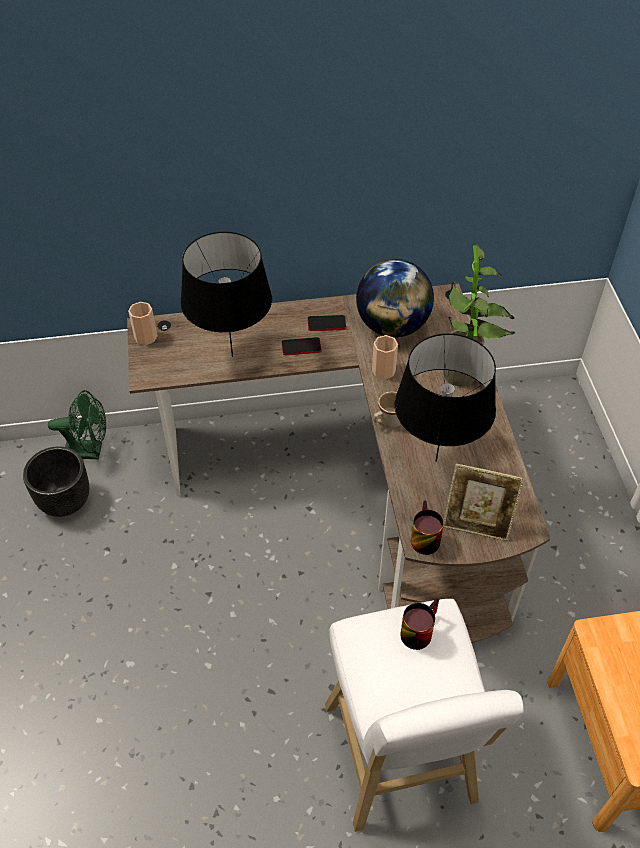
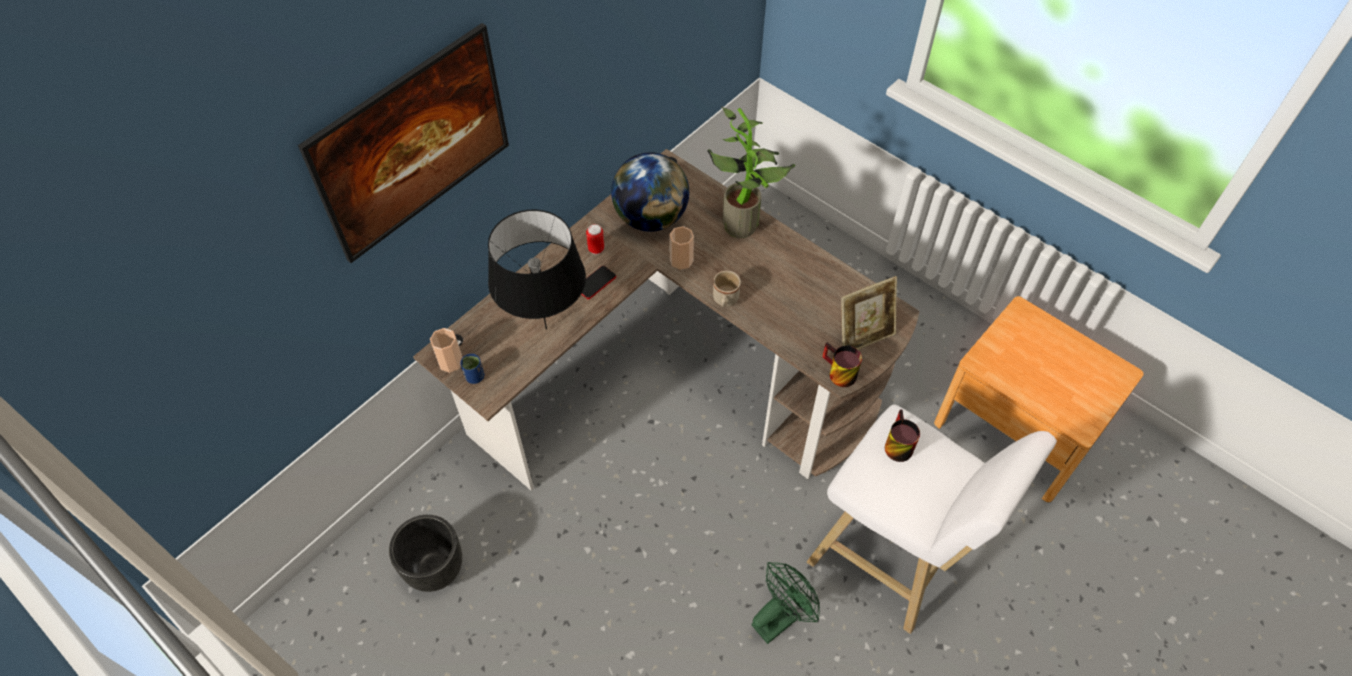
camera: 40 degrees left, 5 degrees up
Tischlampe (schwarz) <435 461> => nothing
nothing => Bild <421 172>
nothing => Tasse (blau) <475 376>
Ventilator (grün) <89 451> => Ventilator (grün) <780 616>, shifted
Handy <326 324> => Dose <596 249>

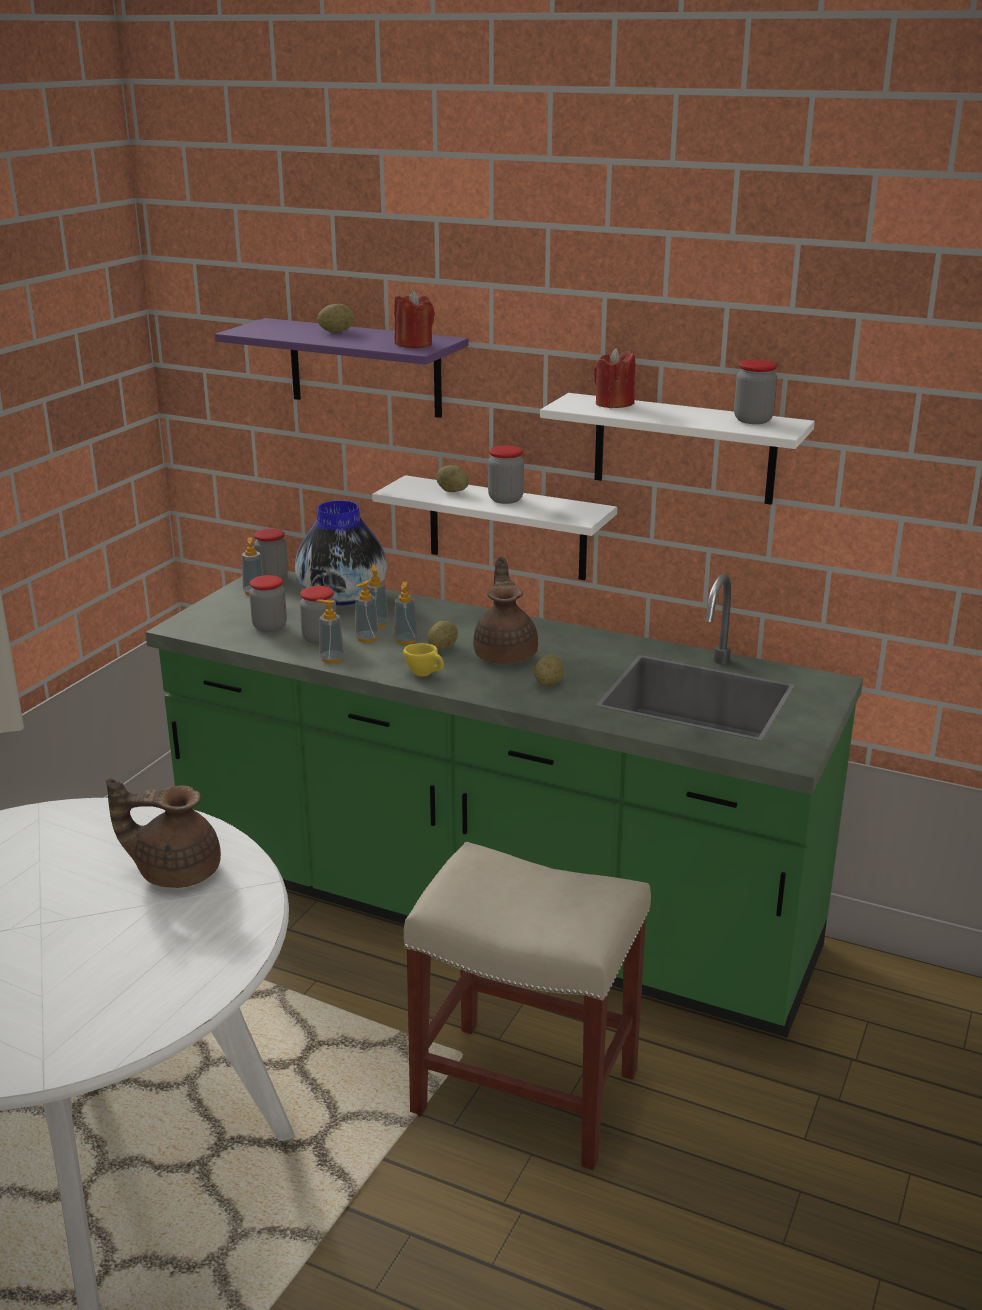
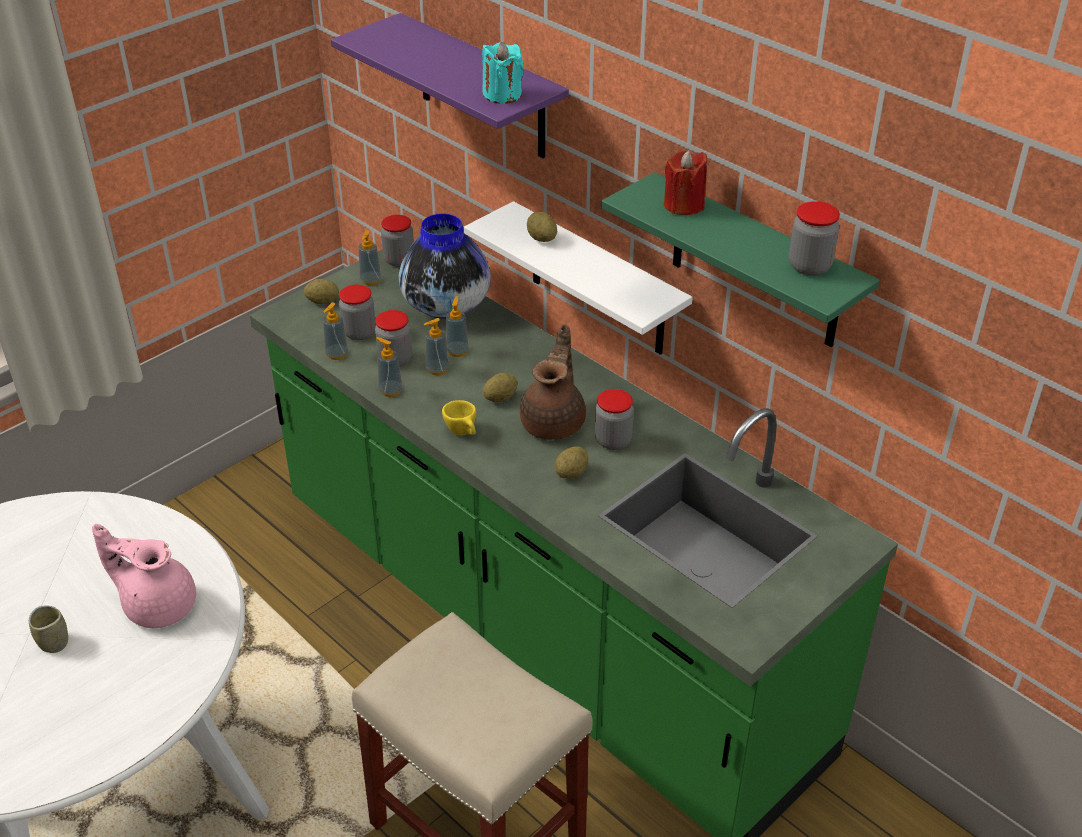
camera: 20 degrees right, 15 degrees up
nothing => Tasse <54 643>
Kartoffel <337 332> => Kartoffel <322 301>, shifted
Seifenspender <406 641> => Seifenspender <337 354>, shifted
Vorratsglas <505 499> => Vorratsglas <613 440>, shifted
Teekanne (braun) <175 871> => Teekanne (rosa) <158 604>
Kerze (rot) <414 344> => Kerze (türkis) <502 95>
Wandregal (weiß) <684 449> => Wandregal (grün) <755 263>

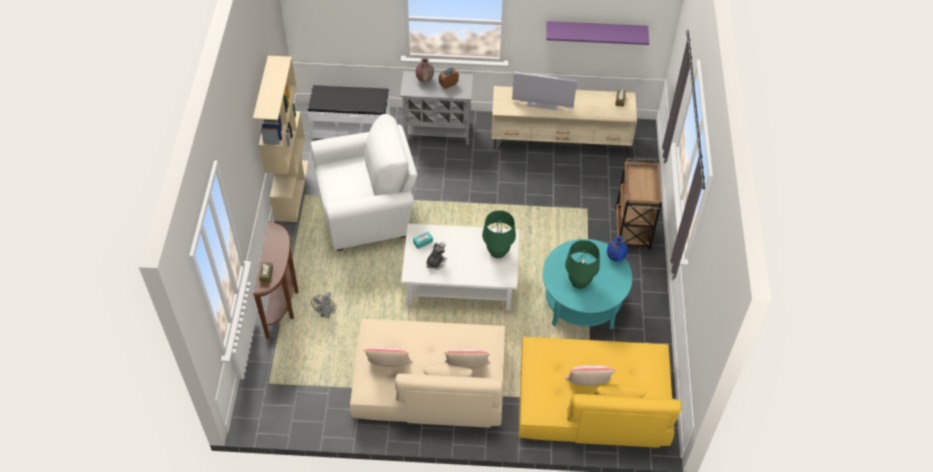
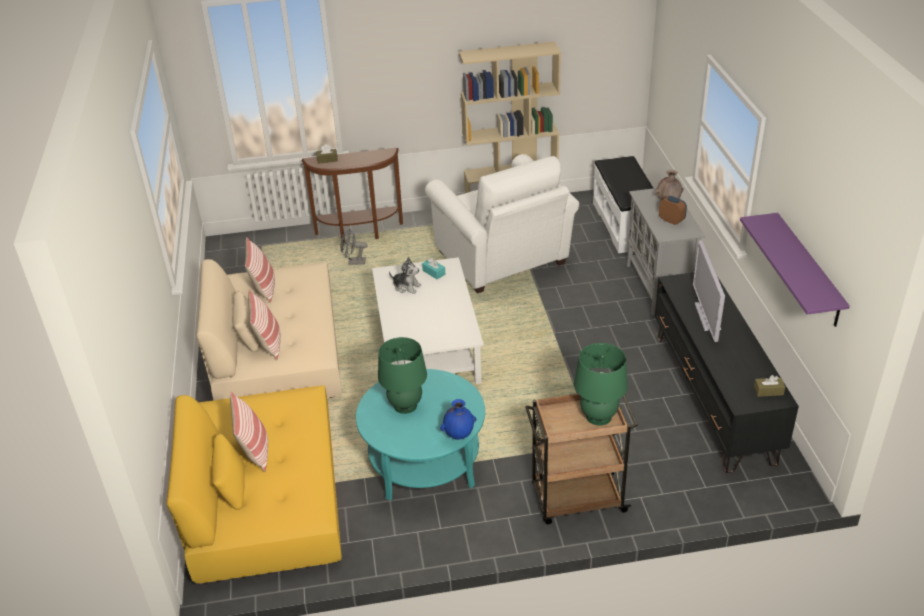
camera: 80 degrees right, 15 degrees down
Tischlampe (grün) <498 251> => Tischlampe (grün) <598 416>, shifted
Fernsehschrank (beige) <560 140> => Fernsehschrank (schwarz) <713 397>

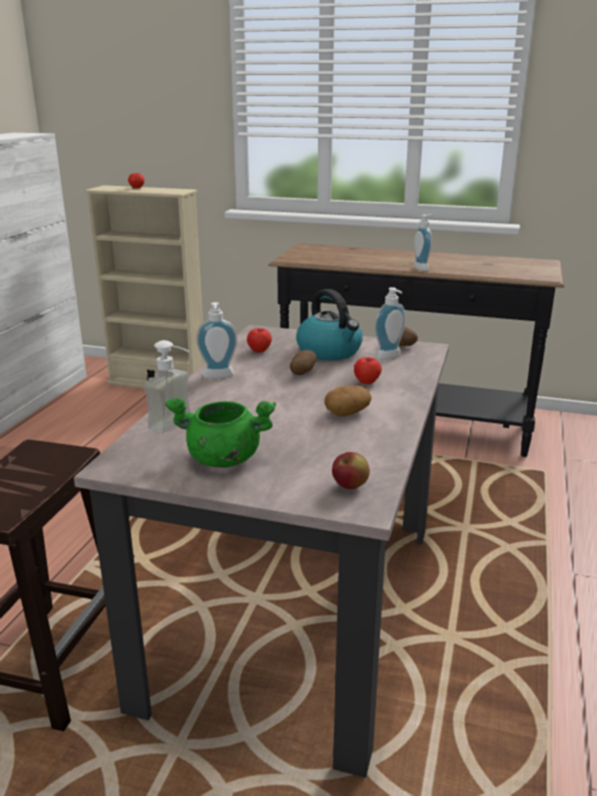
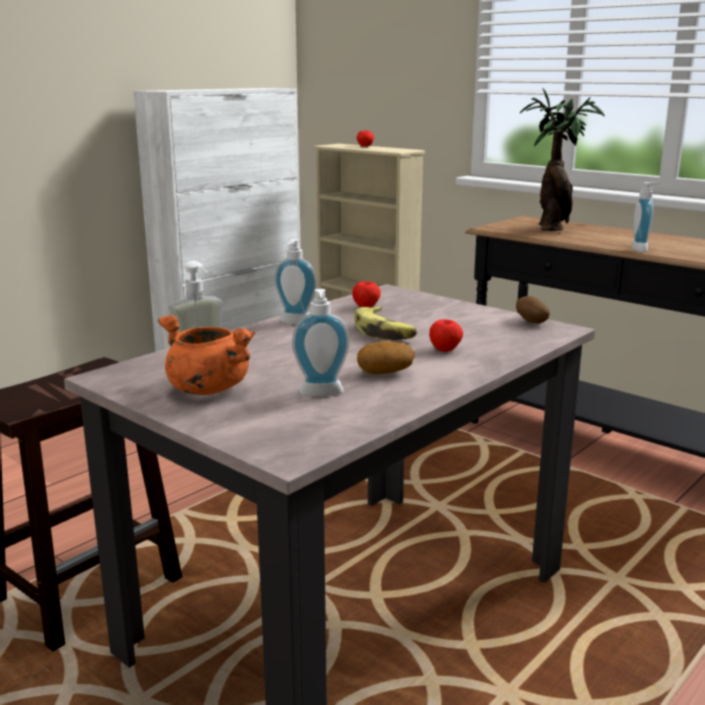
camera: 25 degrees right, 5 degrees down
Wasserkessel <330 351> => nothing
Apfel <350 486> => nothing
nothing => Topfpflanze <553 228>
Seifenspender <390 357> => Seifenspender <321 394>, shifted
Kartoffel <302 373> => Banane <384 332>
Kochtopf (grün) <222 459> => Kochtopf (orange) <206 389>

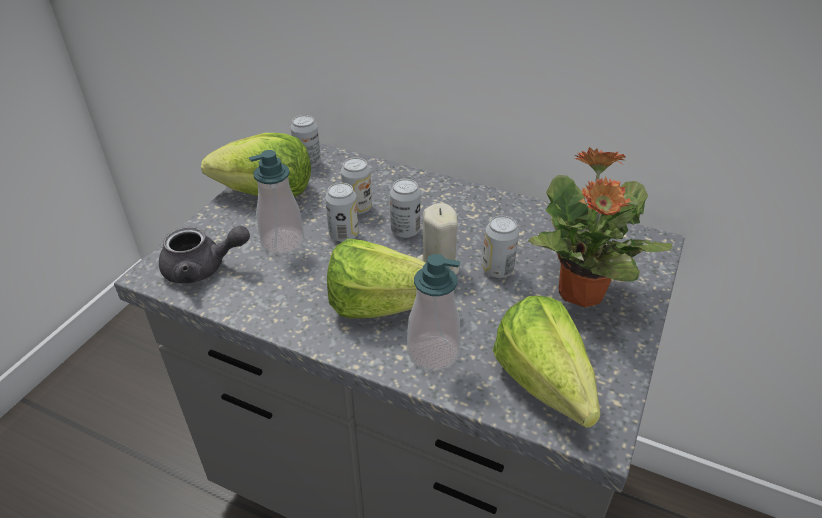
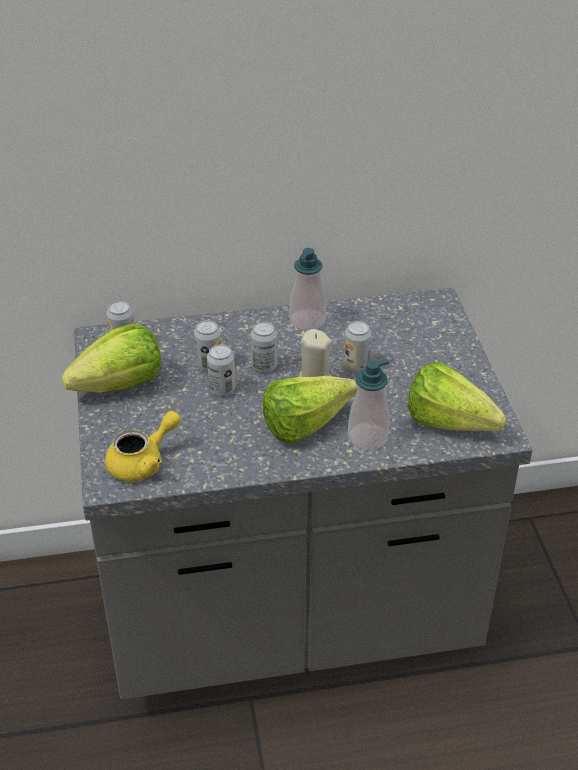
camera: 35 degrees left, 0 degrees up
Topfpflanze <580 293> => nothing
Seifenspender <282 241> => Seifenspender <307 321>, shifted
Teekanne (grau) <203 268> => Teekanne (gelb) <143 462>

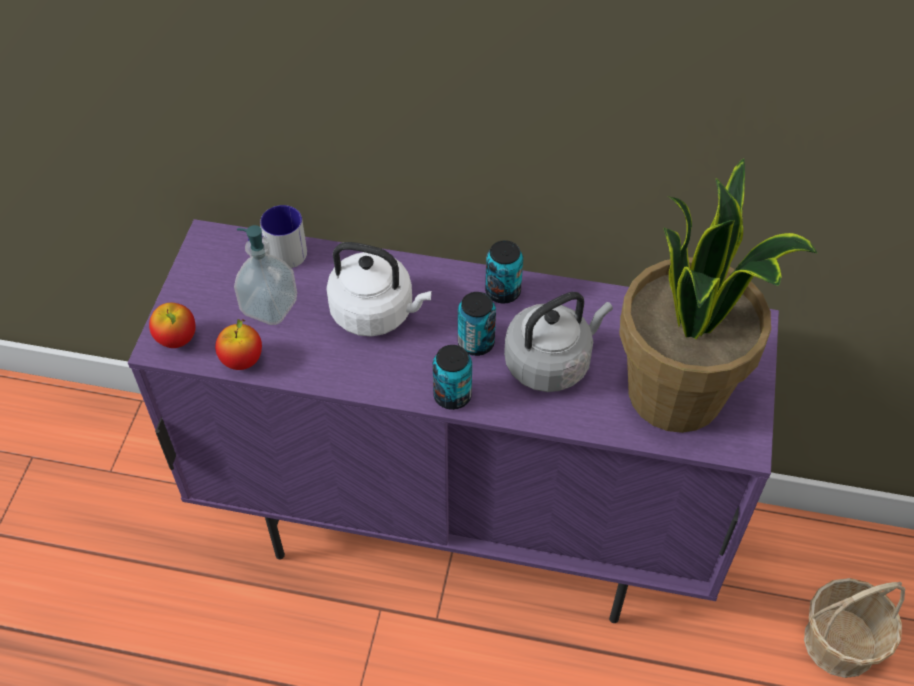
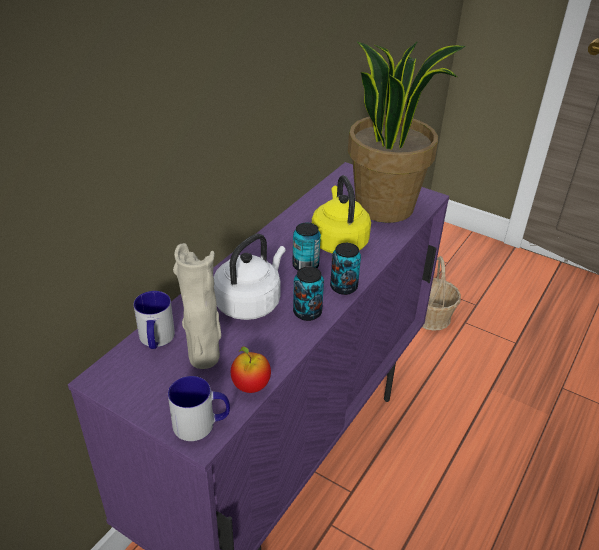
camera: 70 degrees left, 15 degrees down
Dose <503 291> => Dose <307 312>, shifted
Apfel <177 339> => Henkelbecher <201 424>
Seifenspender <269 306> => Vase (beige) <205 357>
Wasserkessel (grau) <551 362> => Wasserkessel (gelb) <338 241>

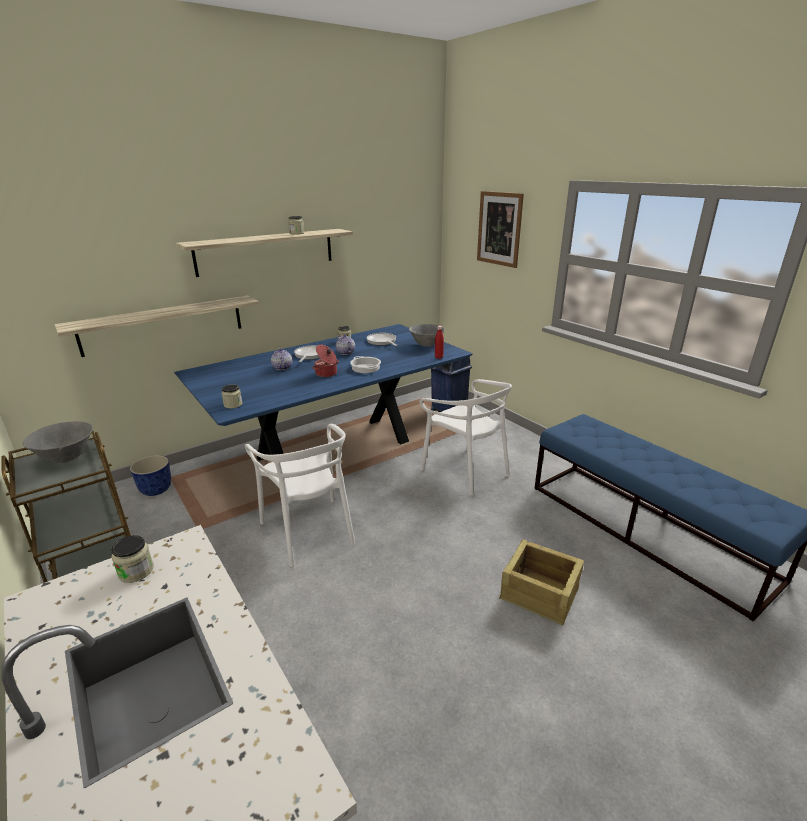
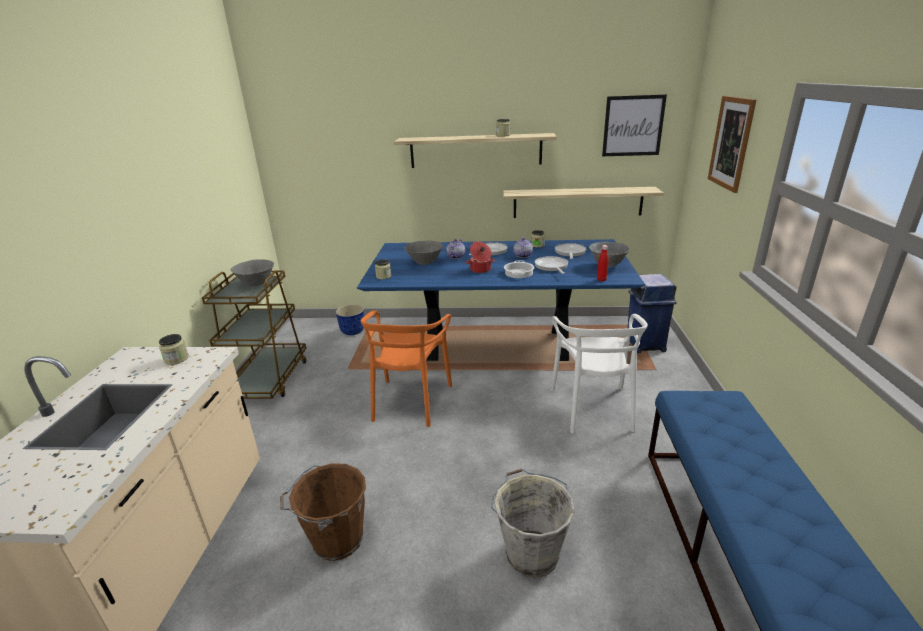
camera: 40 degrees right, 0 degrees up
nothing => Eimer (braun) <335 540>
nothing => Schüssel (grau) <425 263>
nothing => Pfanne <551 267>
nothing => Bild <633 126>
Wandregal <163 325> => Wandregal <577 202>, shifted
Kiste <540 594> => Eimer (grau) <531 552>
Stuhl (weiß) <309 531> => Stuhl (orange) <410 401>

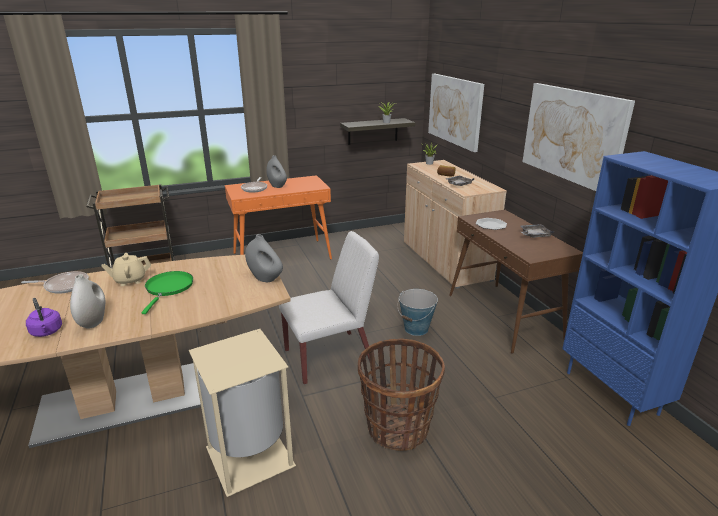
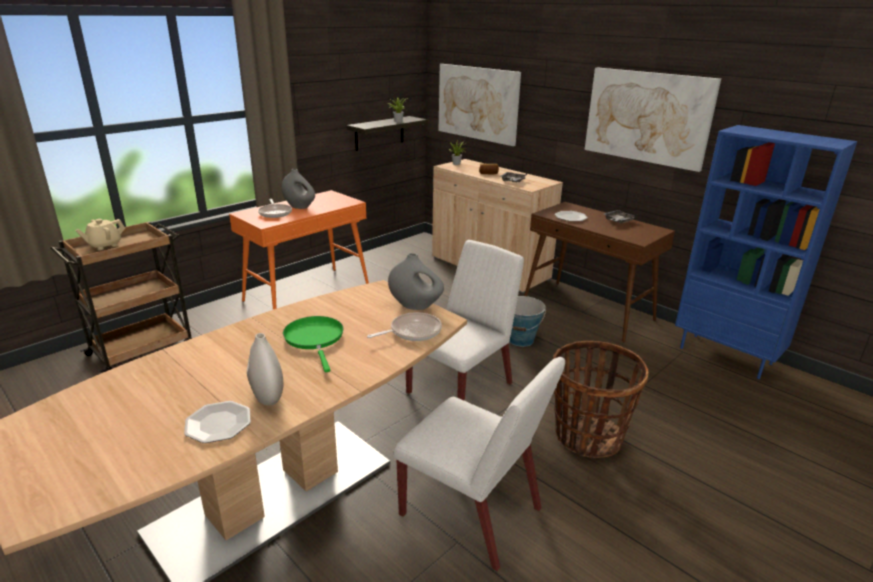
camera: 25 degrees left, 0 degrees up
Pfanne <64 285> => Pfanne <412 331>, shifted
Teekanne (beige) <130 280> => Teekanne (beige) <104 245>, shifted
Wasserkessel (lila) <47 332> => Teller <218 423>
Mülleimer (beige) <249 458> => Stuhl (weiß) <472 513>

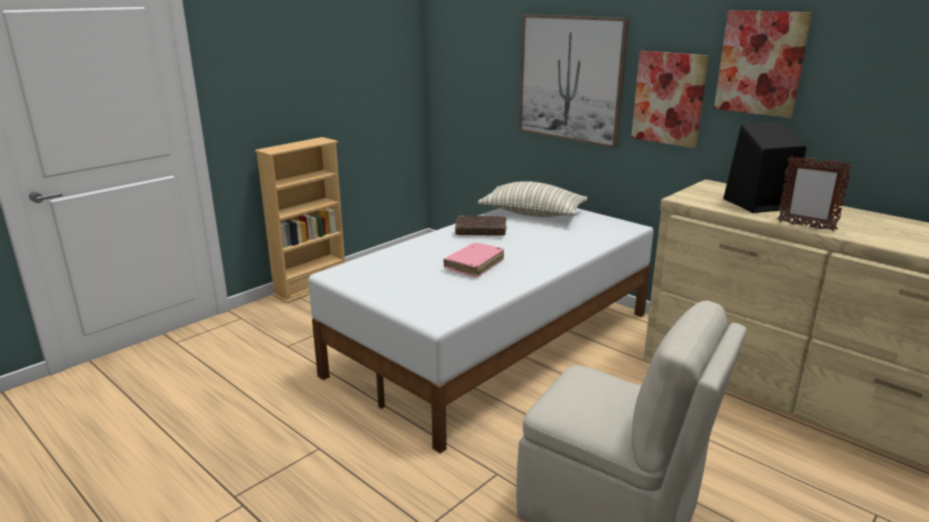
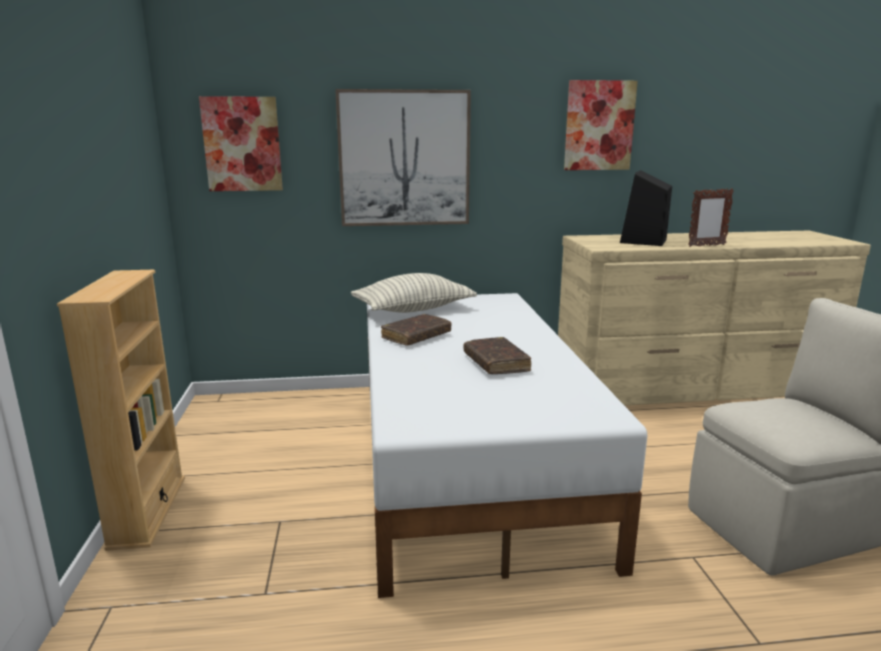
camera: 50 degrees left, 5 degrees down
Bild <669 98> => Bild <242 144>, shifted
Buch (rosa) <474 265> => Buch (braun) <496 363>

